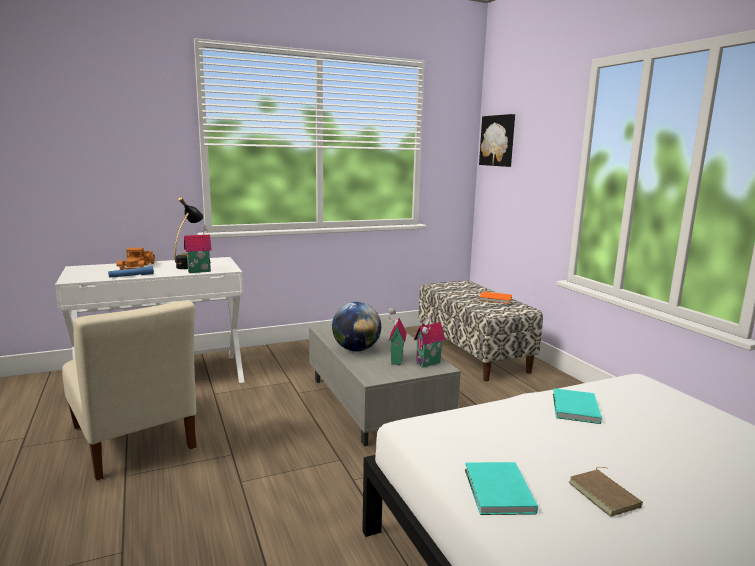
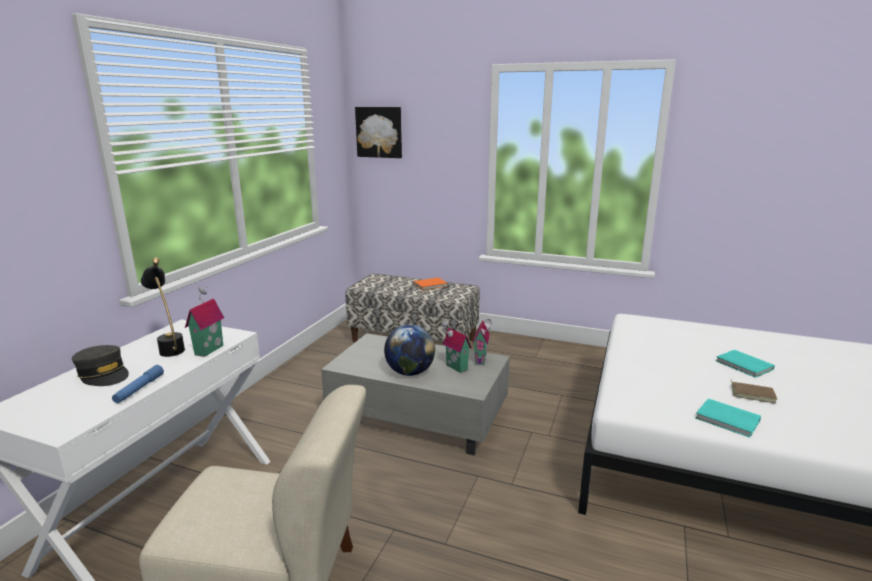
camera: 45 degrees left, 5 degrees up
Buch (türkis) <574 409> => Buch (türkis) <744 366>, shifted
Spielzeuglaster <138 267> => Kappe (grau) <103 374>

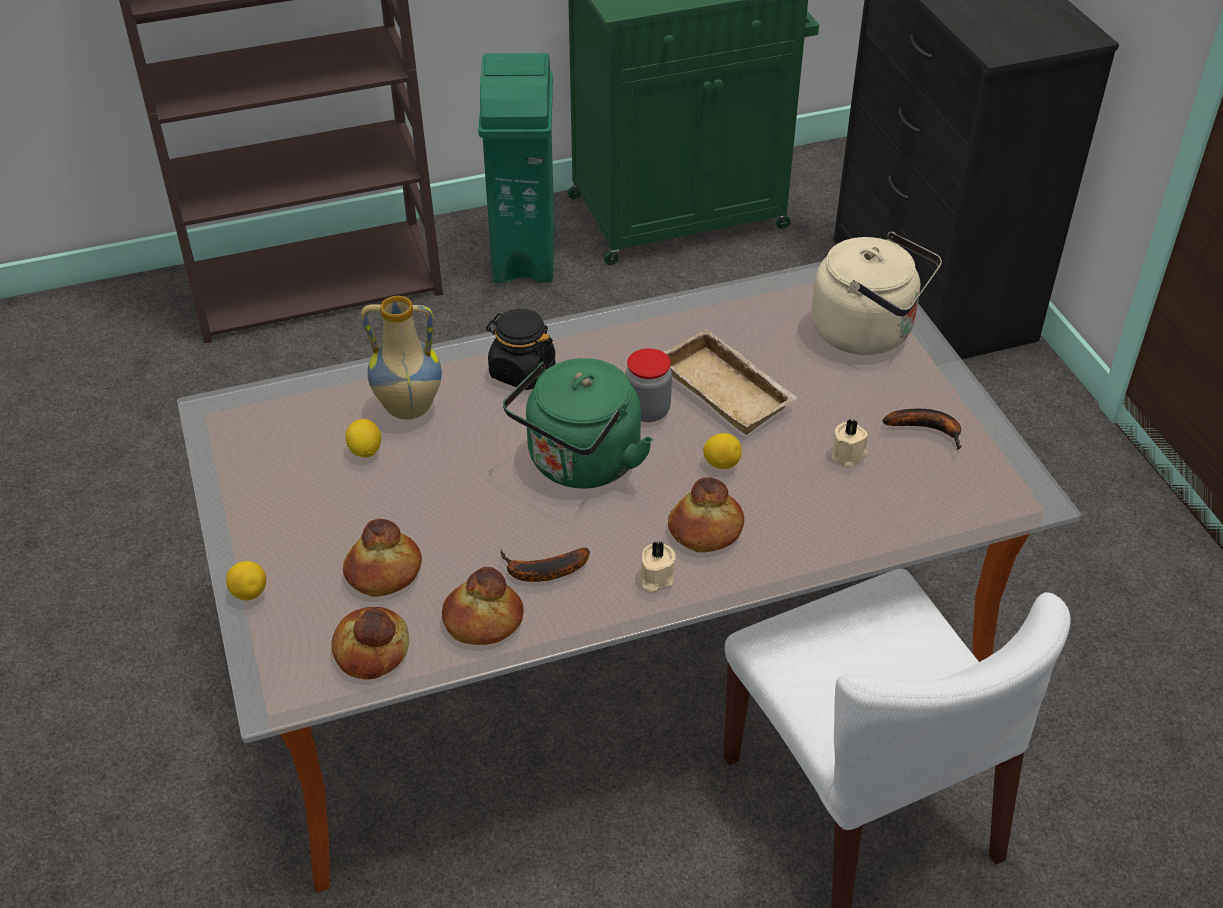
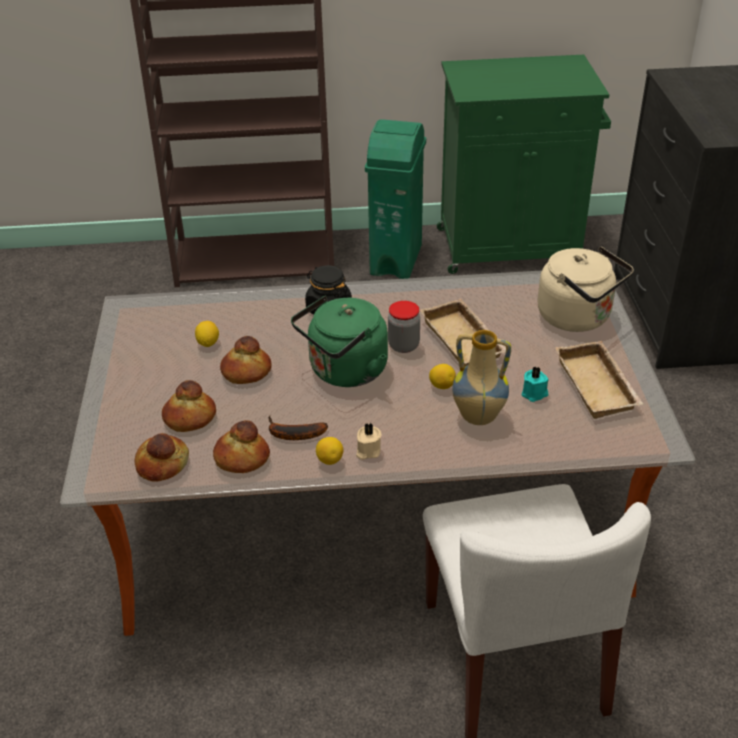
camera: 15 degrees right, 5 degrees down
Zitrone <249 592> => Zitrone <329 460>, shifted
Vase <408 409> => Vase <478 417>, shifted
Brot <706 530> => Brot <246 372>, shifted
Banane <928 429> => Tablett (beige) <599 386>
Kerze (beige) <849 455> => Kerze (türkis) <535 394>

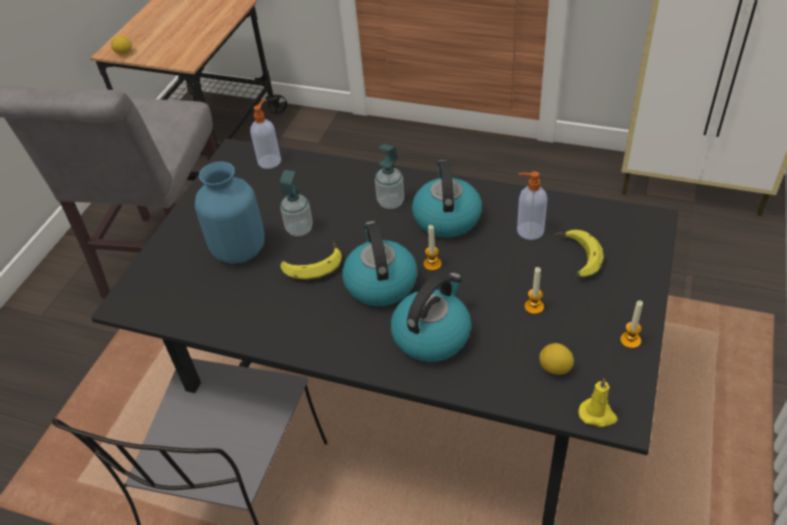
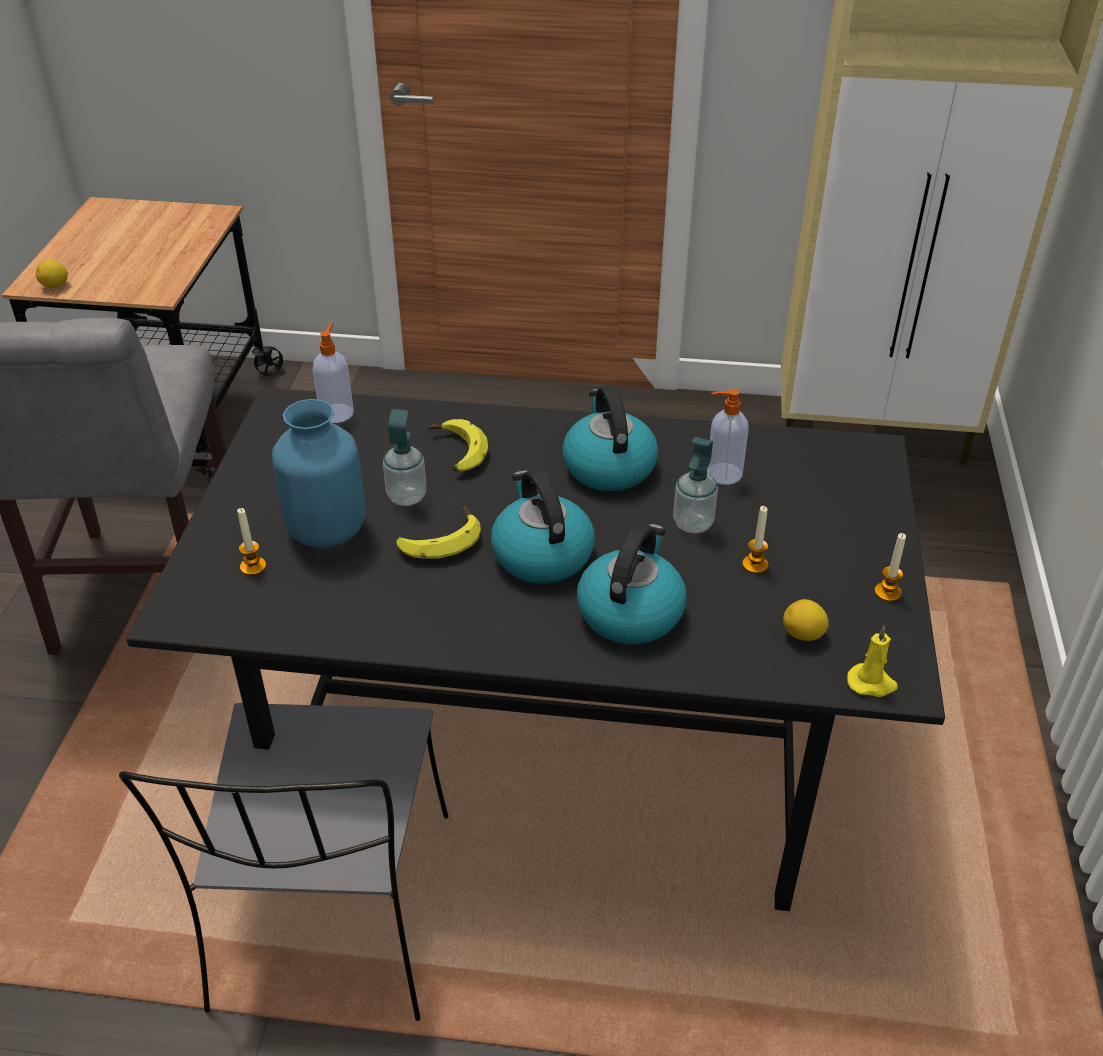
camera: 15 degrees left, 5 degrees down
Seifenspender <391 202> => Seifenspender <693 523>, shifted
Kerze <432 264> => Kerze <253 567>, shifted
Banane <575 258> => Banane <455 453>, shifted

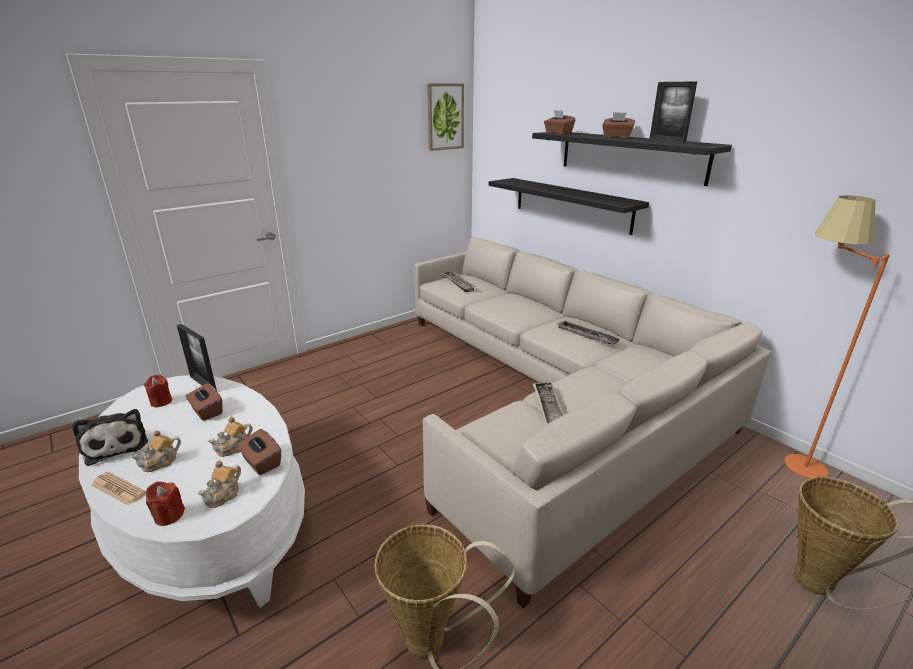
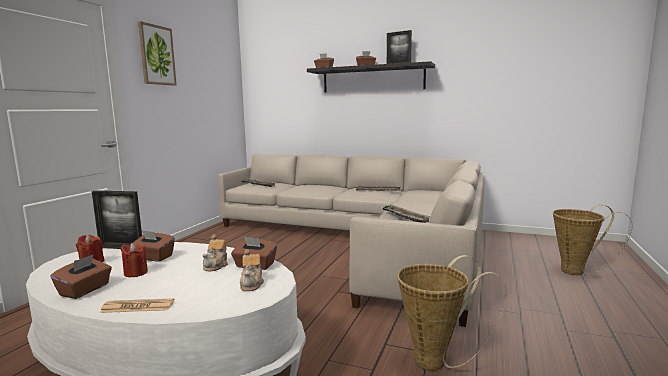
camera: 30 degrees left, 15 degrees down
Teekanne <161 462> => nothing
Wandregal (schwarz) <571 204> => nothing
Stehlampe (orange) <785 460> => nothing
Kerze (rot) <169 515> => Kerze (rot) <136 273>, shifted
Bild <445 117> => Bild <157 55>, shifted
Plüschtier <116 445> => Taschentuchbox (braun) <85 290>

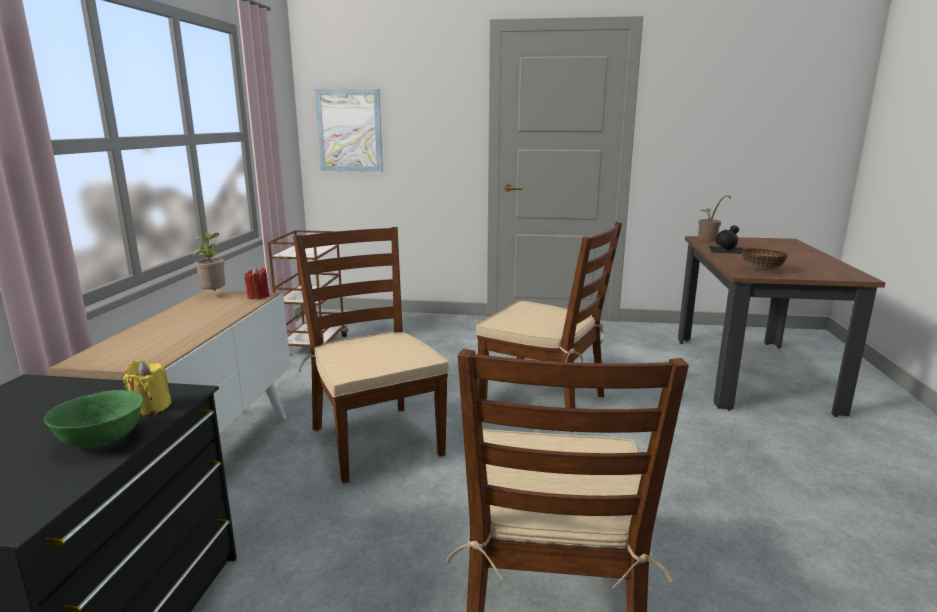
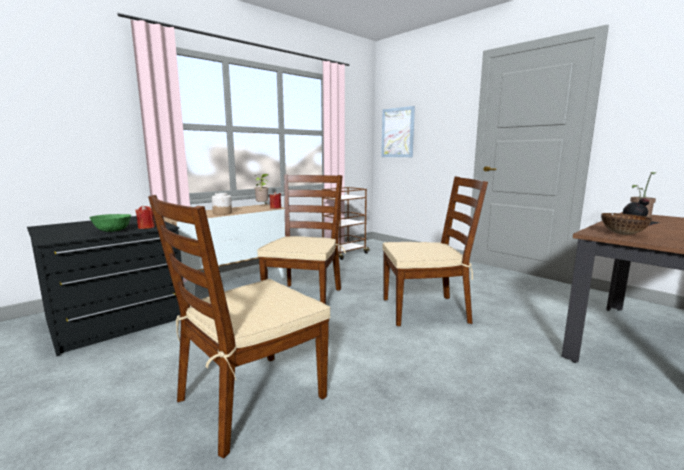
camera: 40 degrees right, 5 degrees down
nothing => Vorratsglas <222 213>
Kerze (gelb) <150 407> => Kerze (rot) <146 227>
Stuhl (braun) <544 401> => Stuhl (braun) <425 310>, 75 degrees counterclockwise

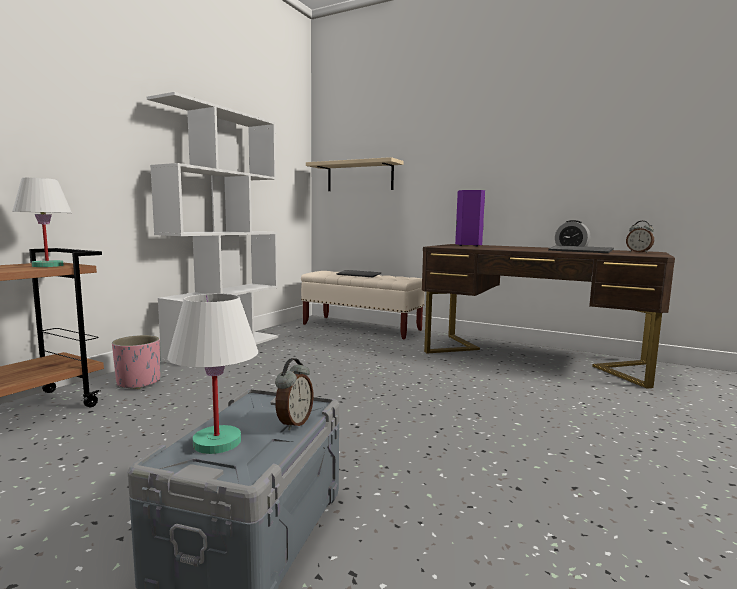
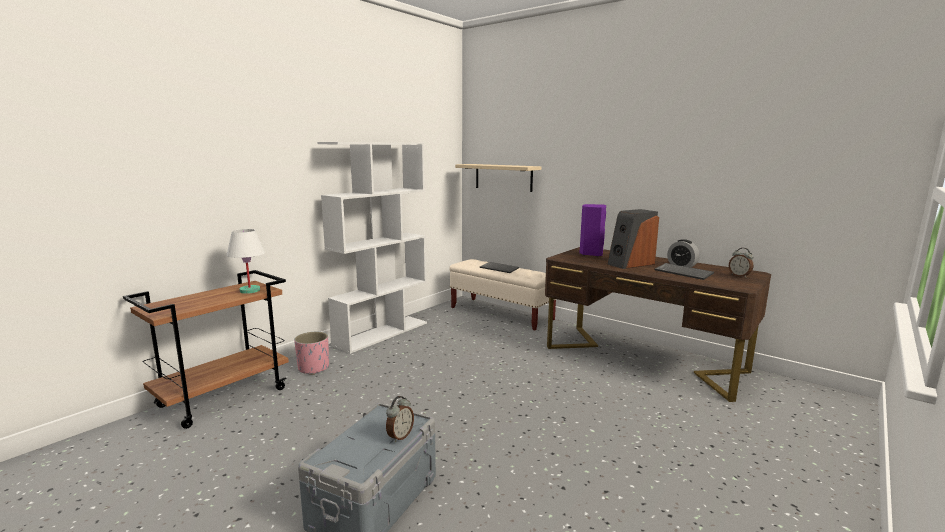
camera: 10 degrees right, 5 degrees up
Tischlampe (weiß) <218 442> => nothing
nothing => Lautsprecher <630 264>

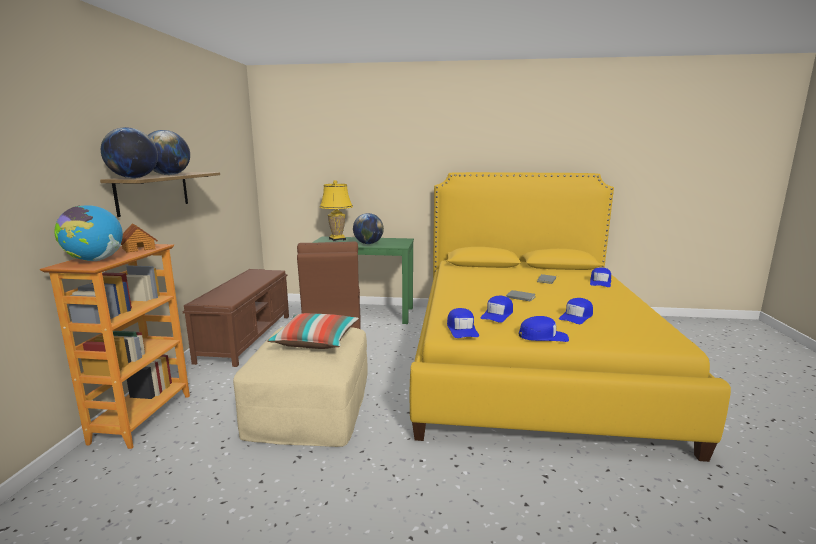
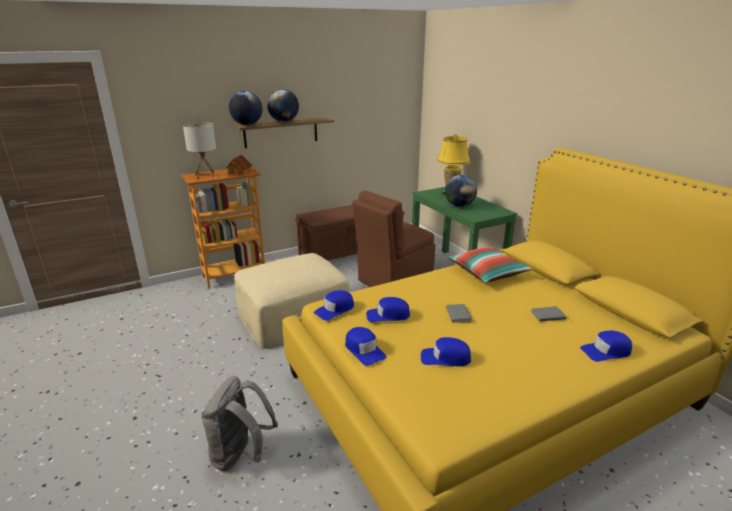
camera: 55 degrees right, 10 degrees up
nothing => Rucksack (grau) <241 455>
Kissen <316 341> => Kissen <487 273>, shifted
Globus <95 260> => Tischlampe <205 175>

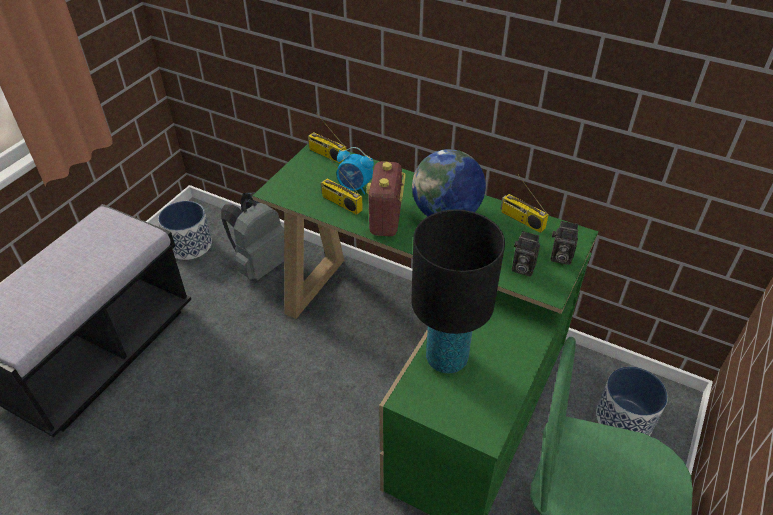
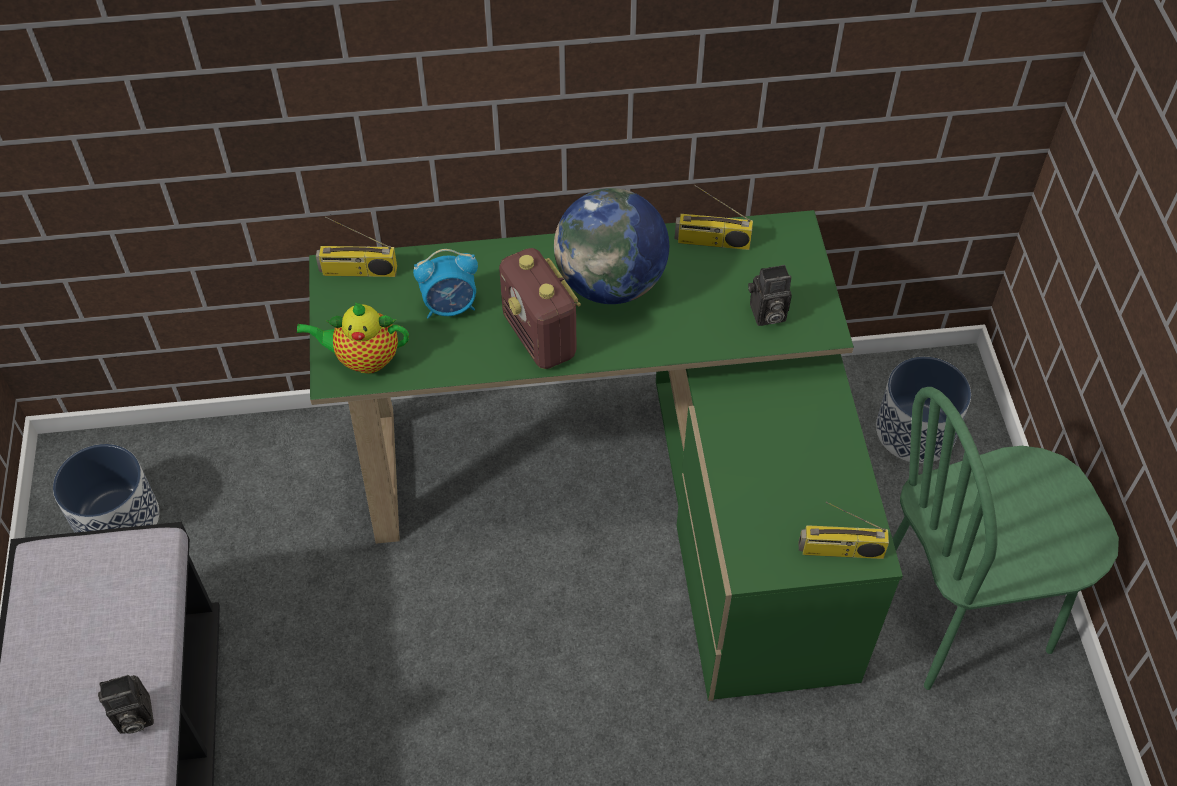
camera: 35 degrees left, 10 degrees up
Rucksack (grau) <261 264> => nothing
Tischlampe (schwarz) <447 358> => nothing
nothing => Teekanne <363 359>
Radio <340 203> => Radio <840 551>, shifted
Kamera <559 257> => Kamera <132 718>, shifted

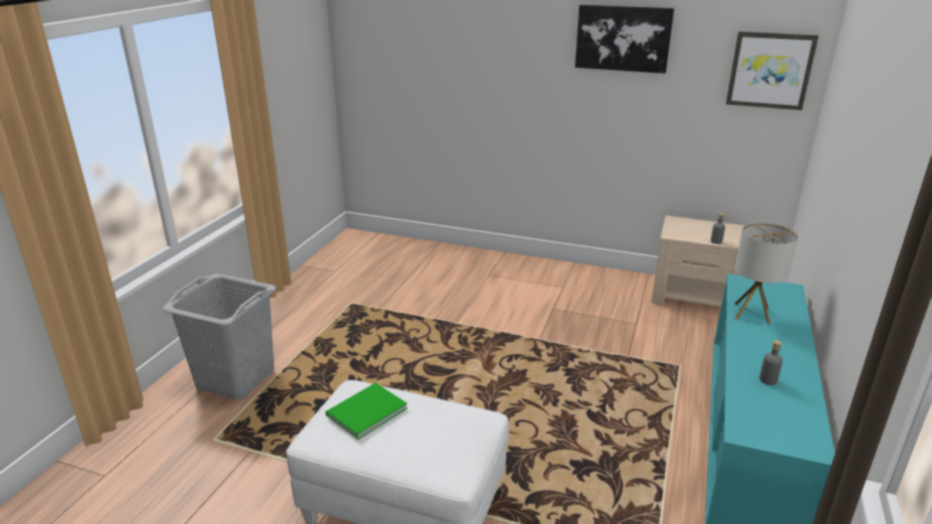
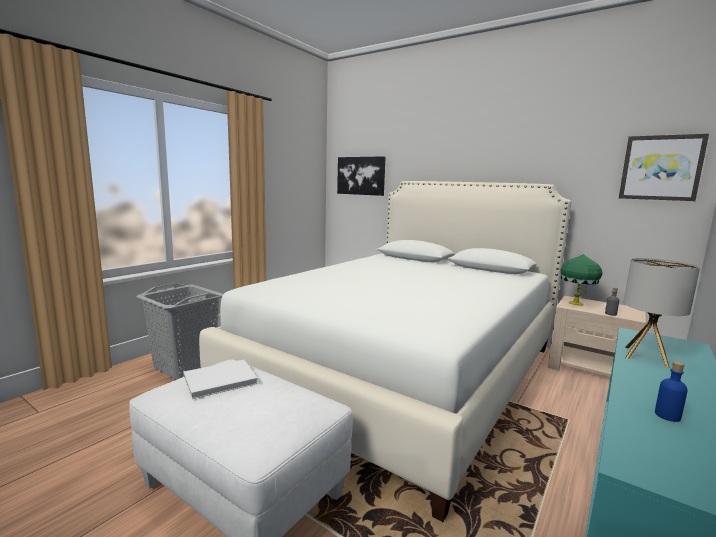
camera: 15 degrees right, 15 degrees down
nothing => Bett (weiß) <404 370>
nothing => Tischlampe (grün) <576 303>
Bild <623 38> => Bild <361 176>, shifted
Buch (grün) <364 412> => Buch (weiß) <217 380>
Flasche (grau) <768 380> => Flasche (blau) <667 415>

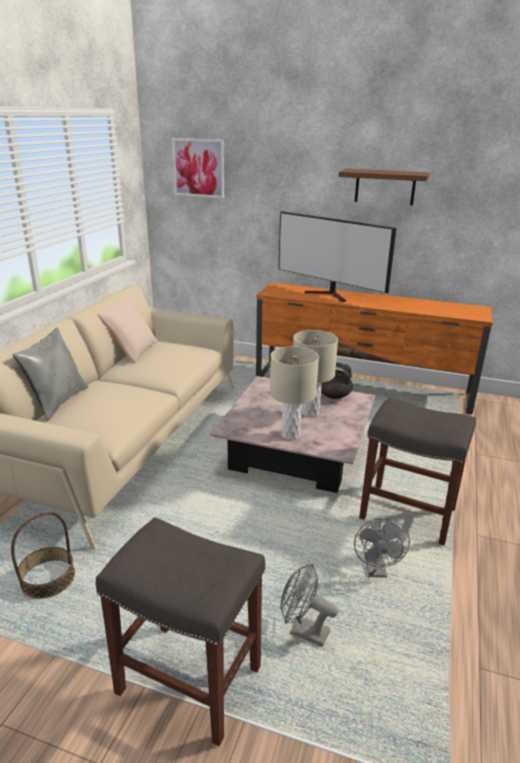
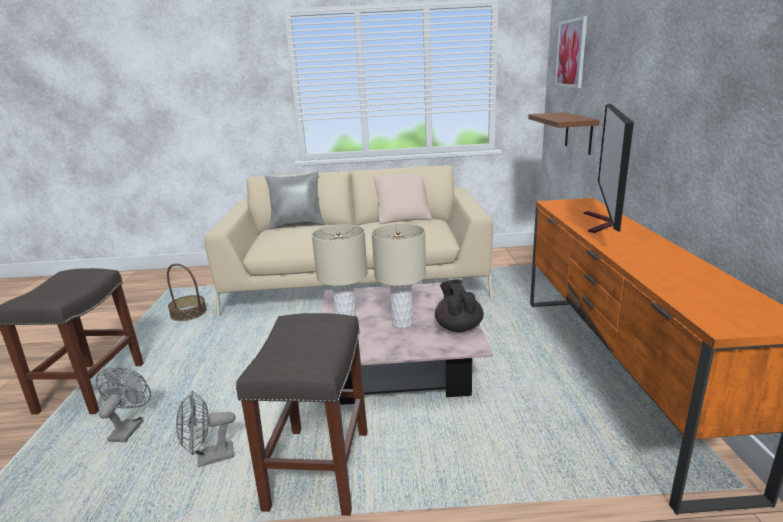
camera: 70 degrees right, 5 degrees down
Wandregal (braun) <385 187> => Wandregal (braun) <578 133>, shifted

